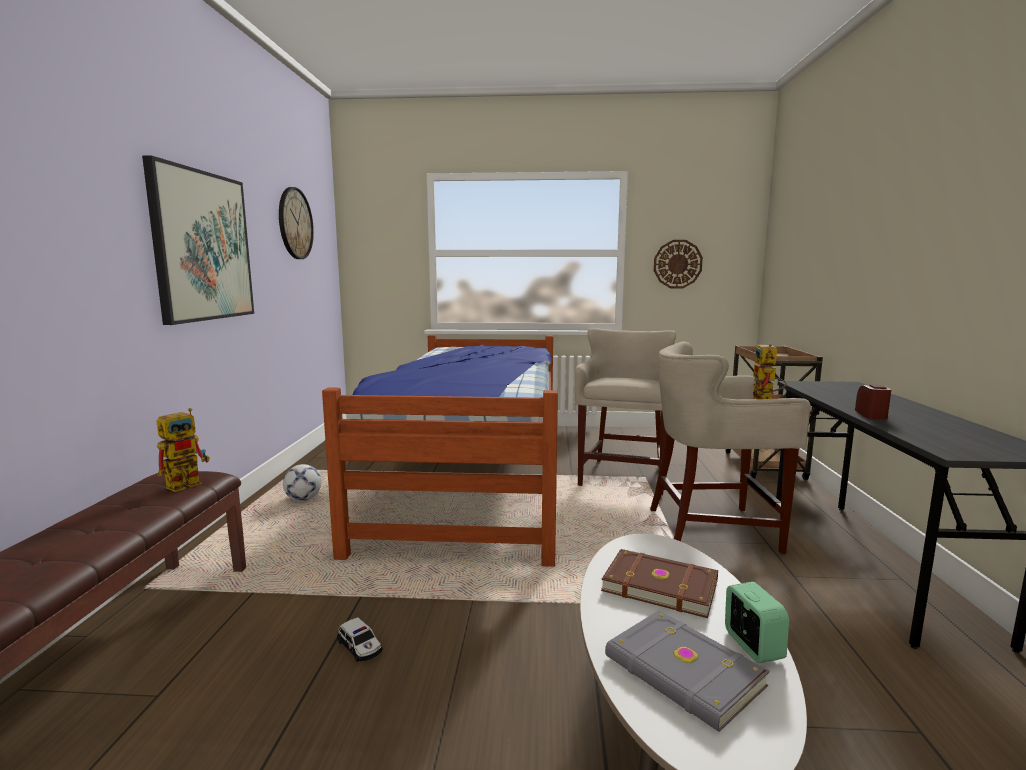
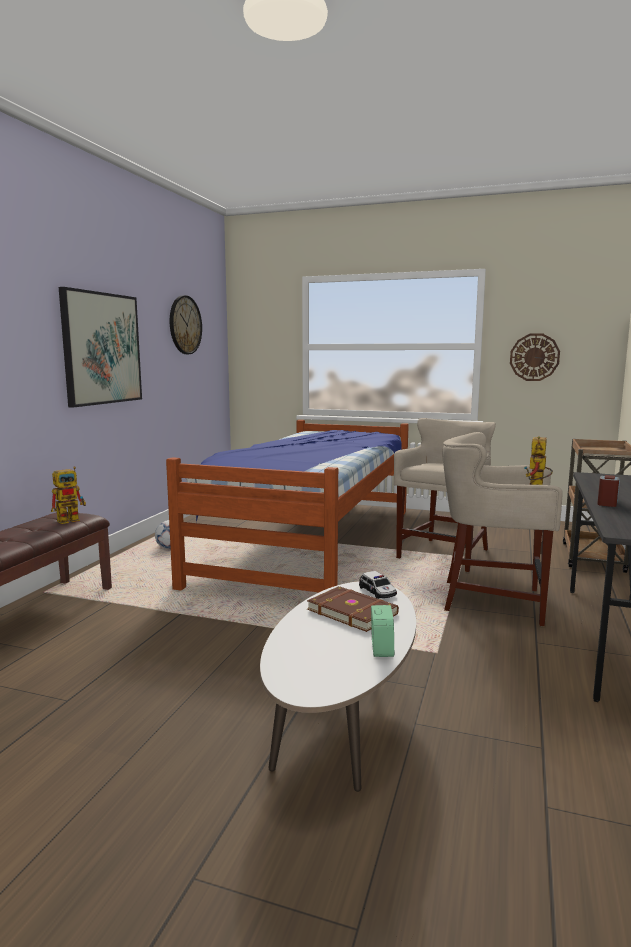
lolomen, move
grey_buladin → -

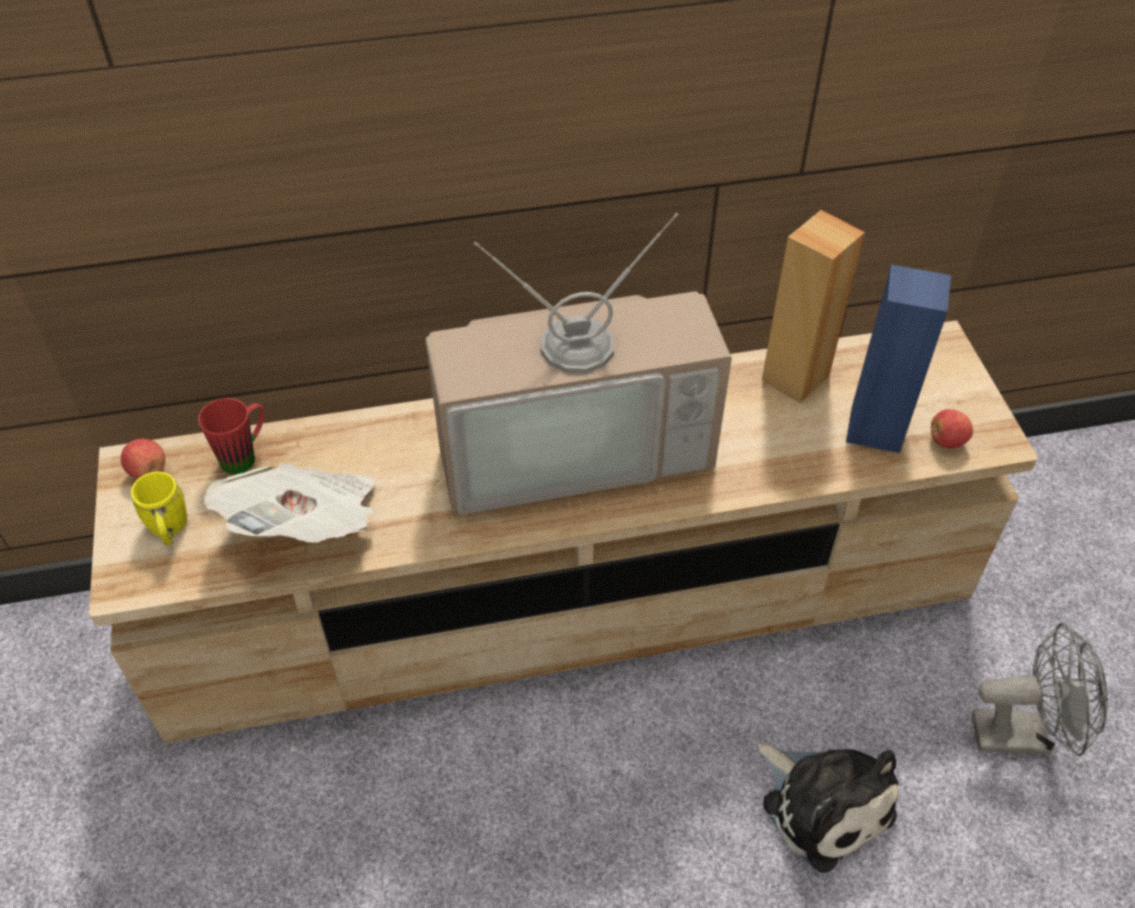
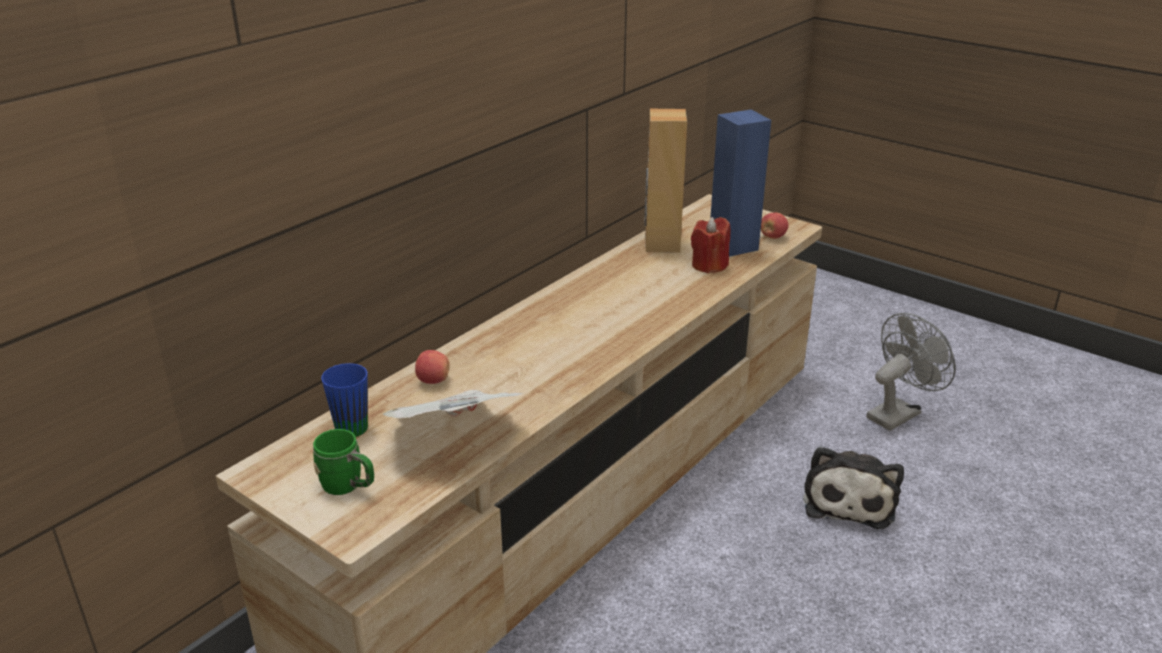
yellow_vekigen → green_vekigen
red_vekigen → blue_vekigen
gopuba (1st from left), move
- → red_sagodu
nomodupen, 90 degrees clockwise
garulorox → -

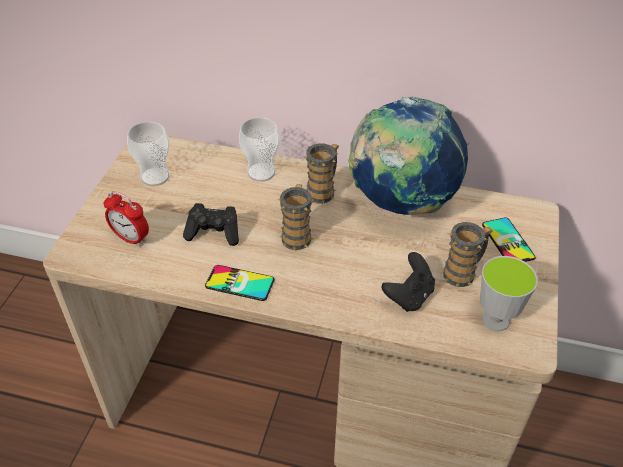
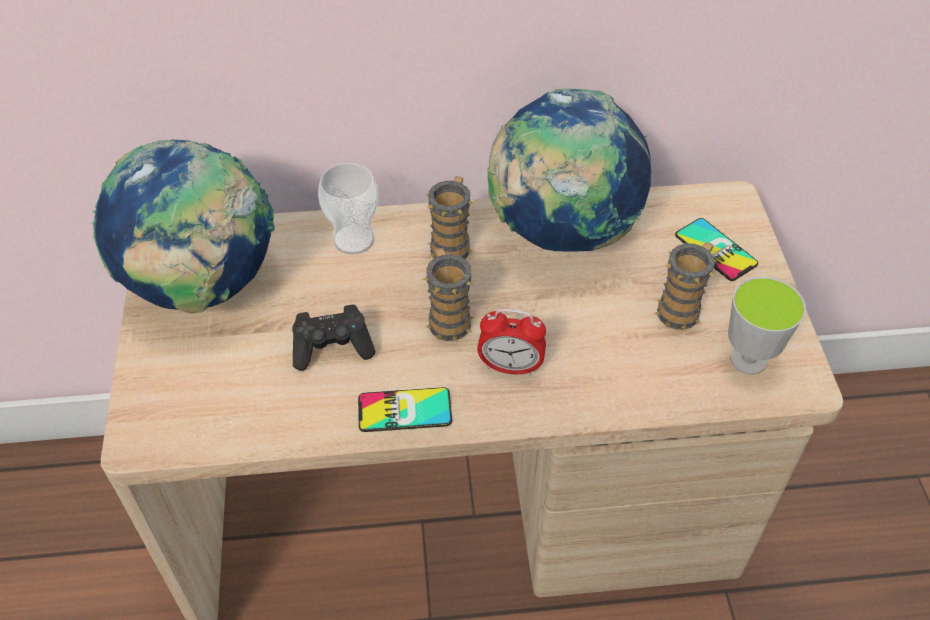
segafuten (1st from left) → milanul (1st from left)
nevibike, move
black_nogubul (2nd from left) → -

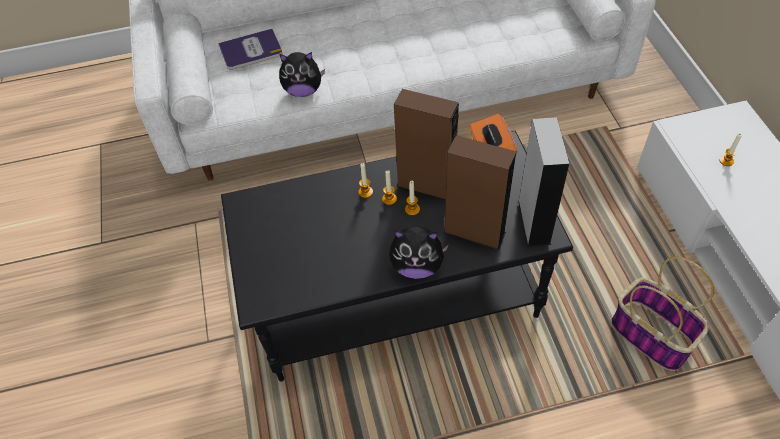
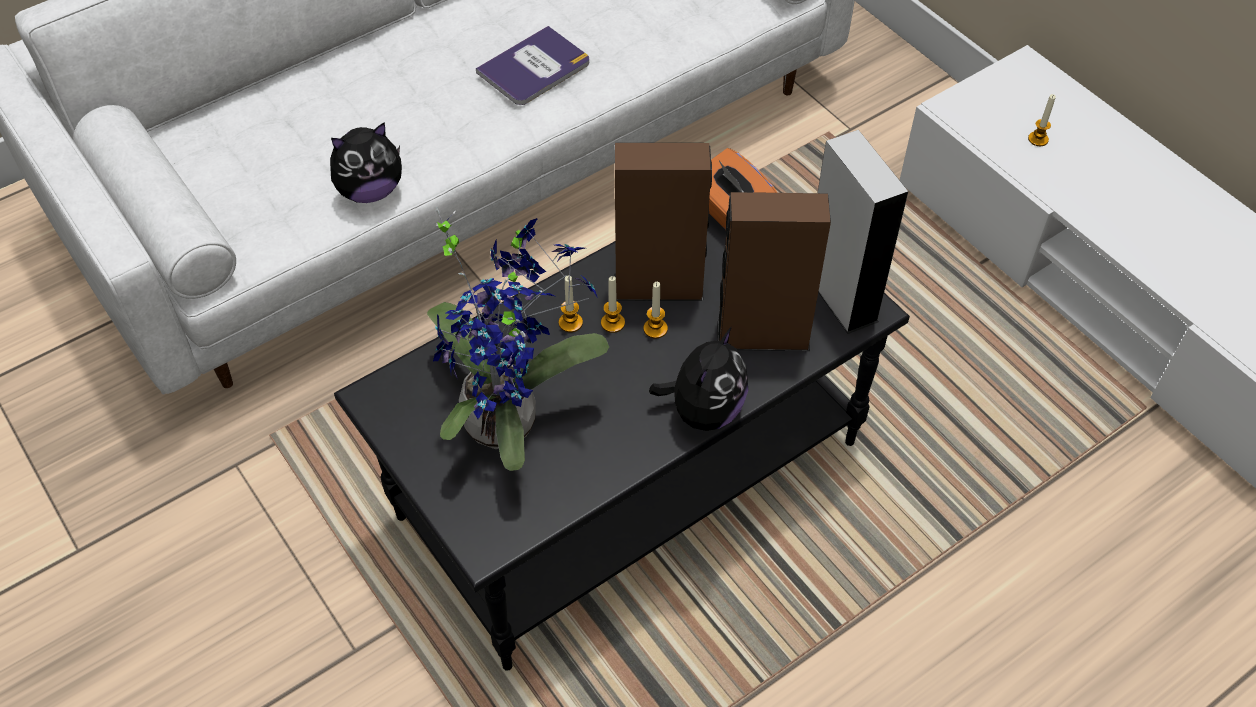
- → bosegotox
buladin, move
nomodupen (2nd from left), 45 degrees counterclockwise
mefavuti → -

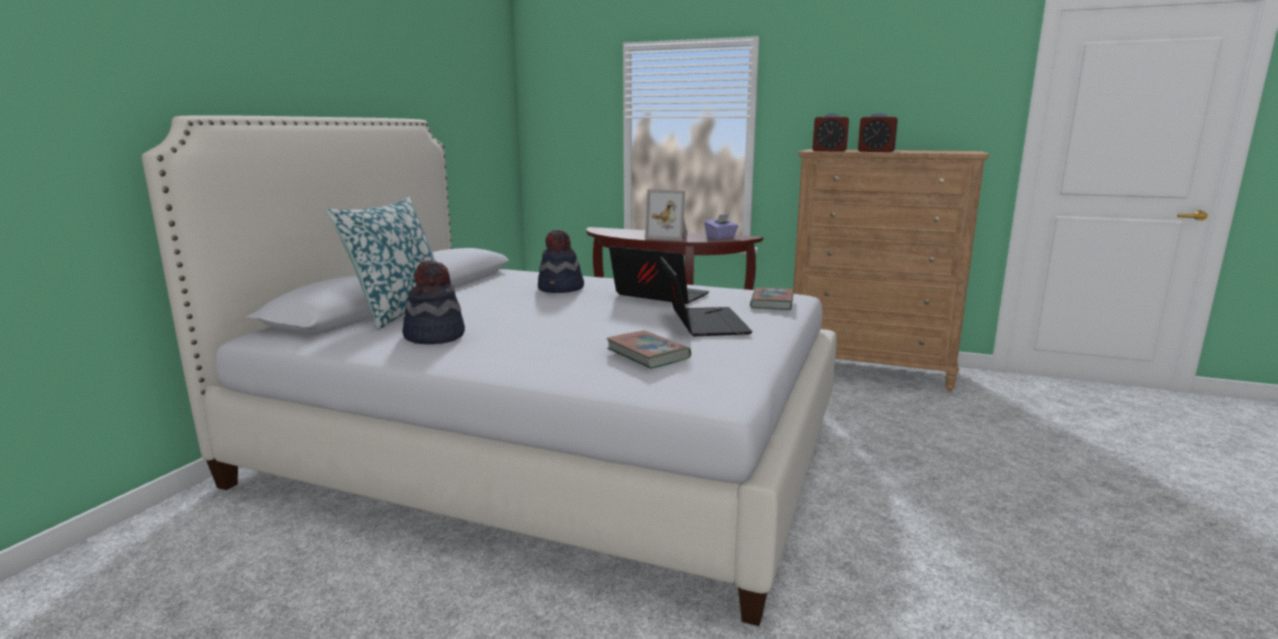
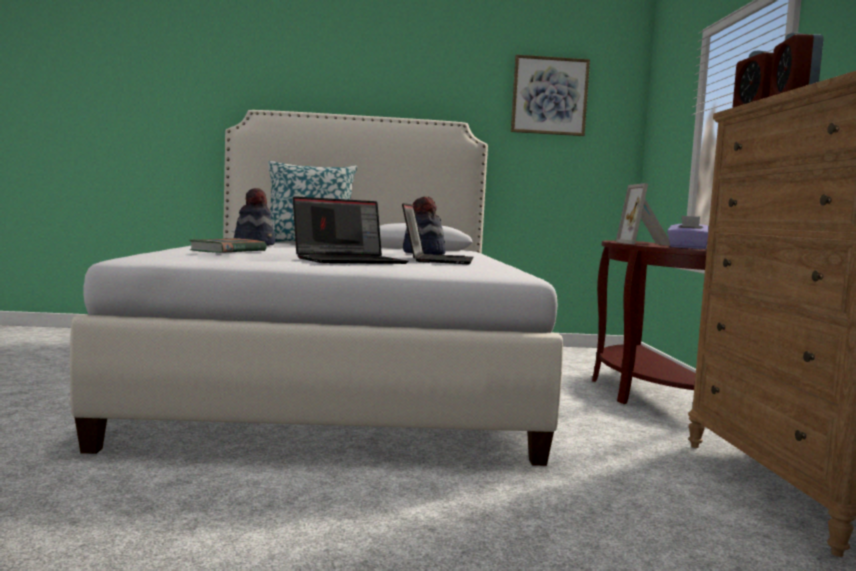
- → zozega
buladin (2nd from left) → -

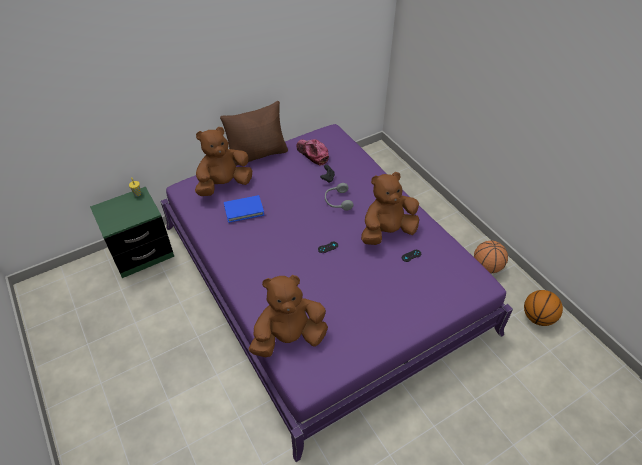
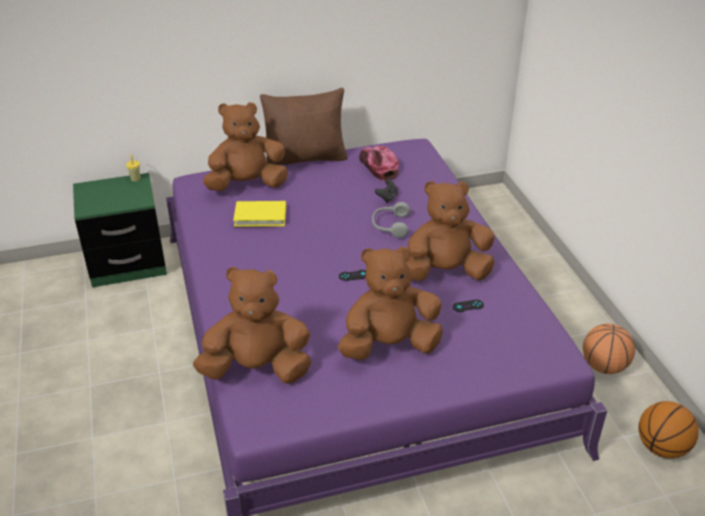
blue_buladin → yellow_buladin
- → brown_nomodupen (3rd from left)

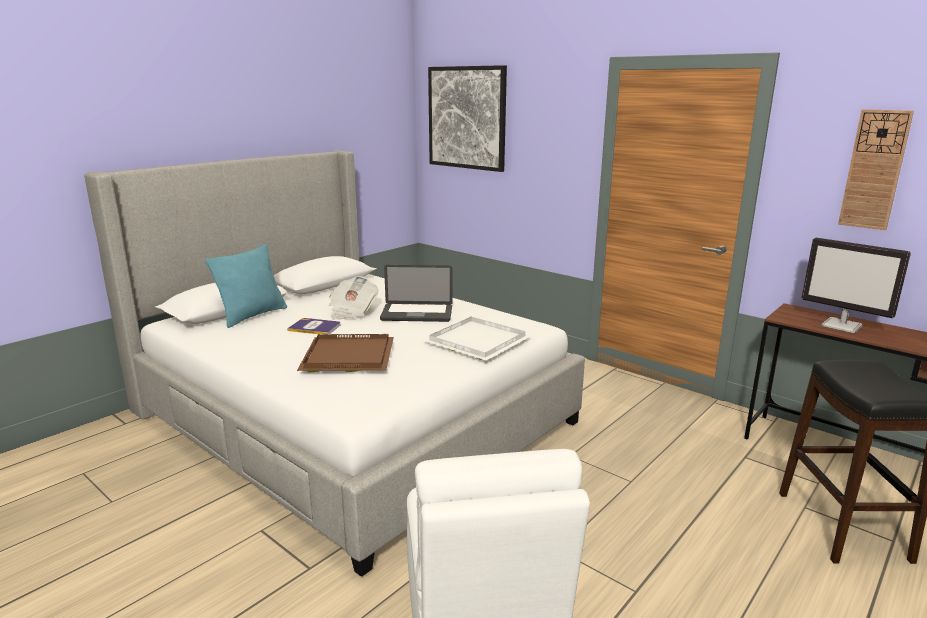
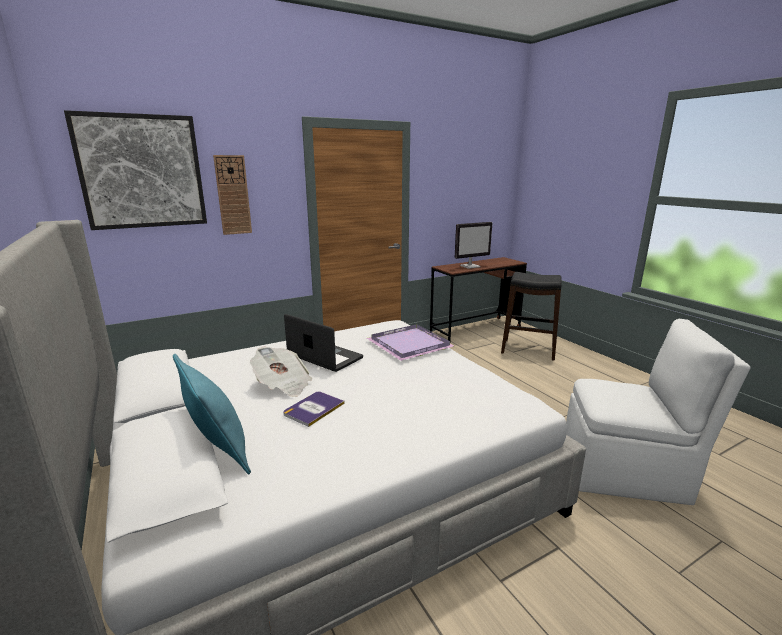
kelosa, move
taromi, 75 degrees counterclockwise
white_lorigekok → purple_lorigekok
brown_lorigekok → -

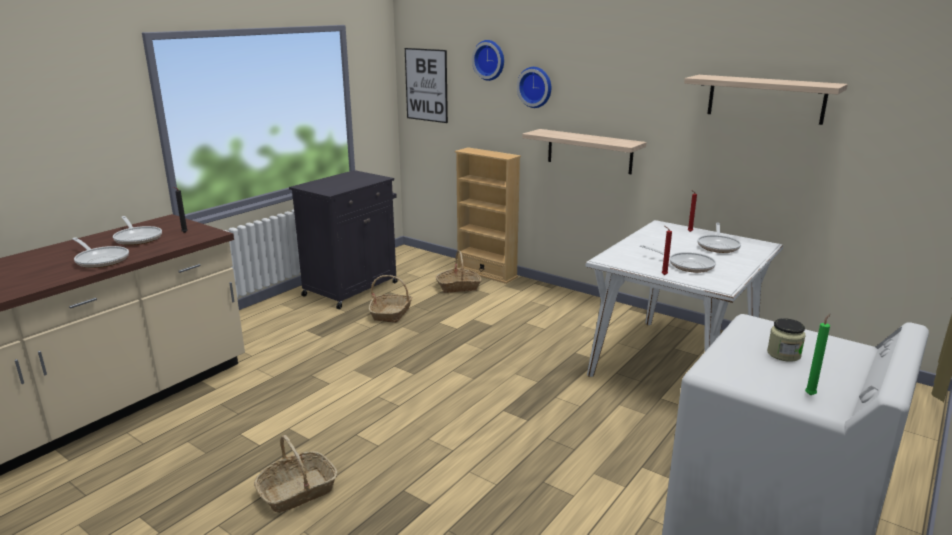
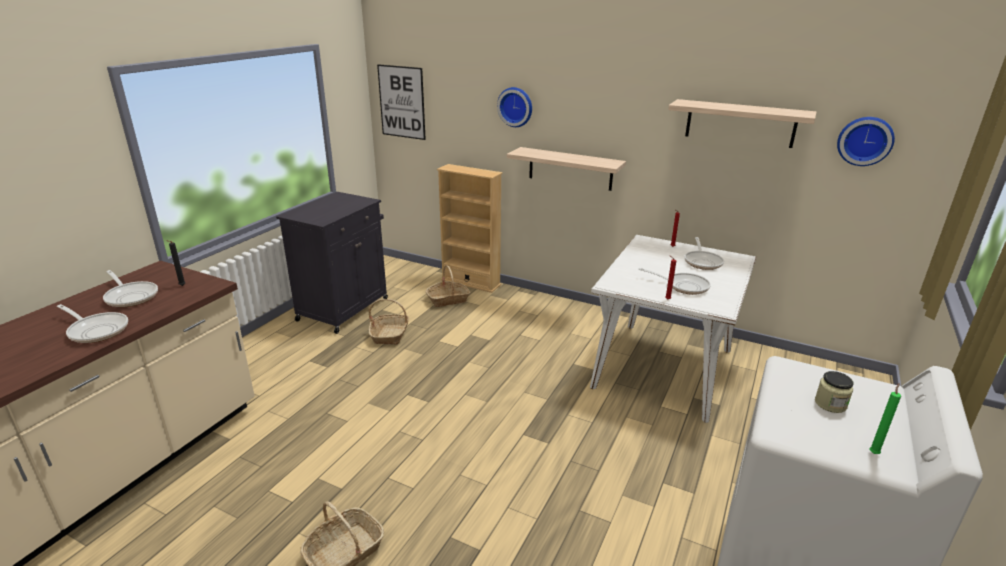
kelosa (1st from left in the first image) → kelosa (2nd from left), move

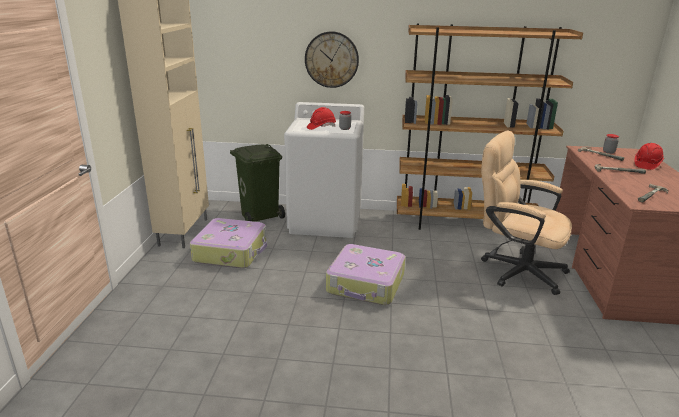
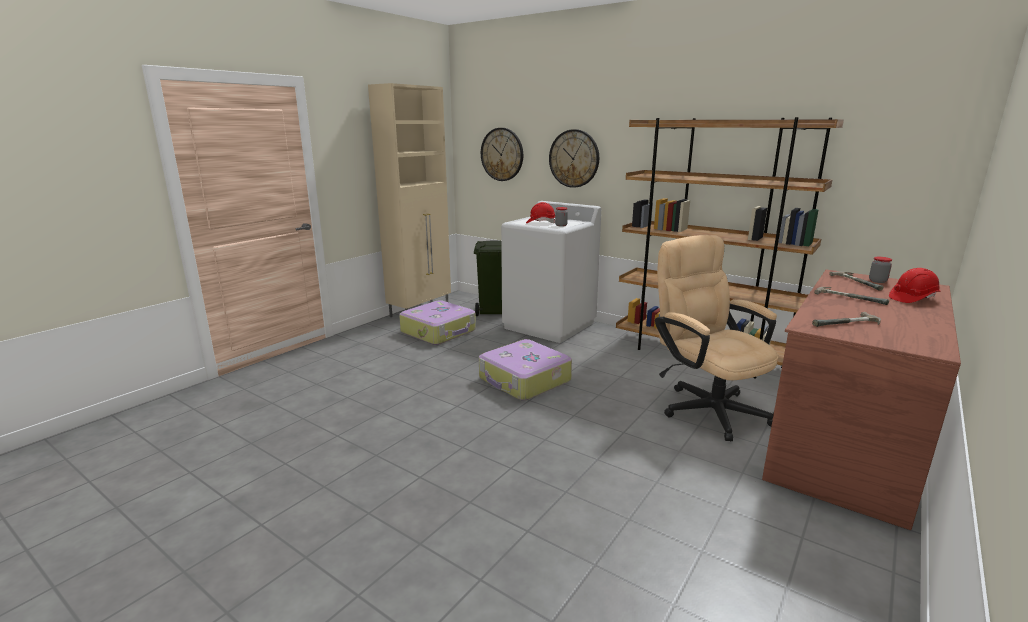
- → kelosa (1st from left)

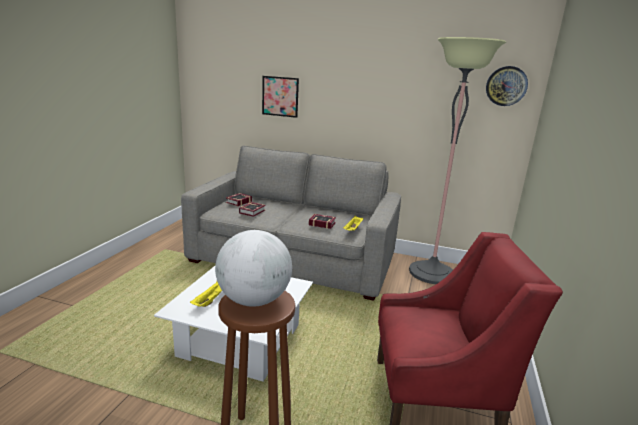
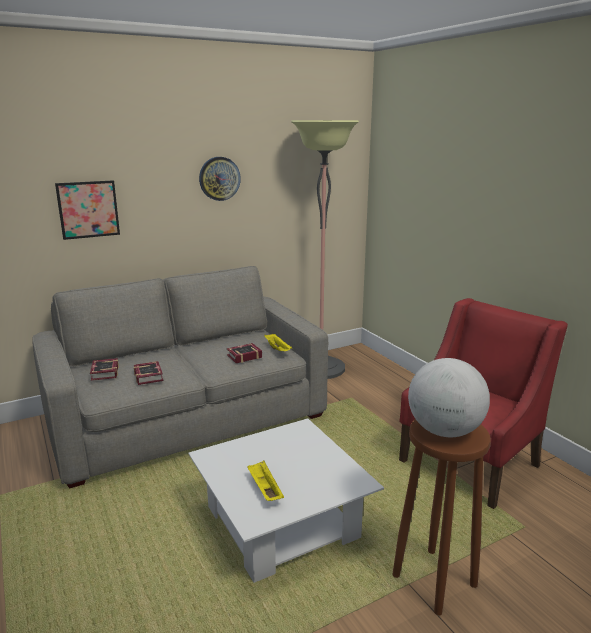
kelosa, move

